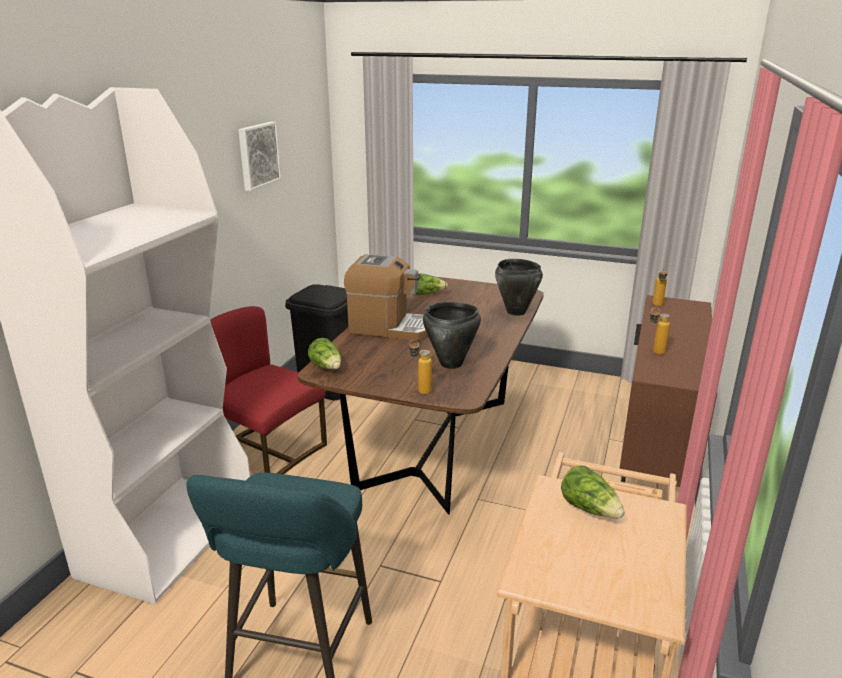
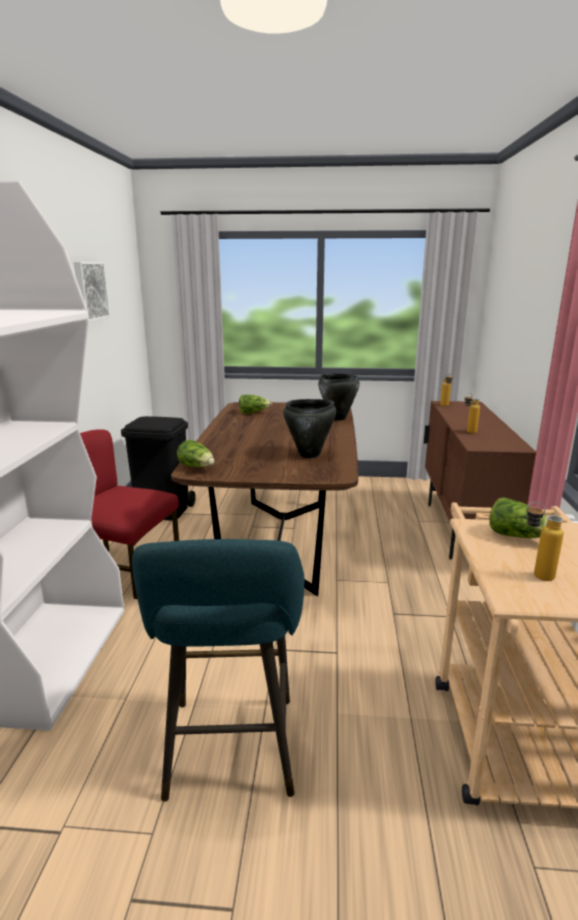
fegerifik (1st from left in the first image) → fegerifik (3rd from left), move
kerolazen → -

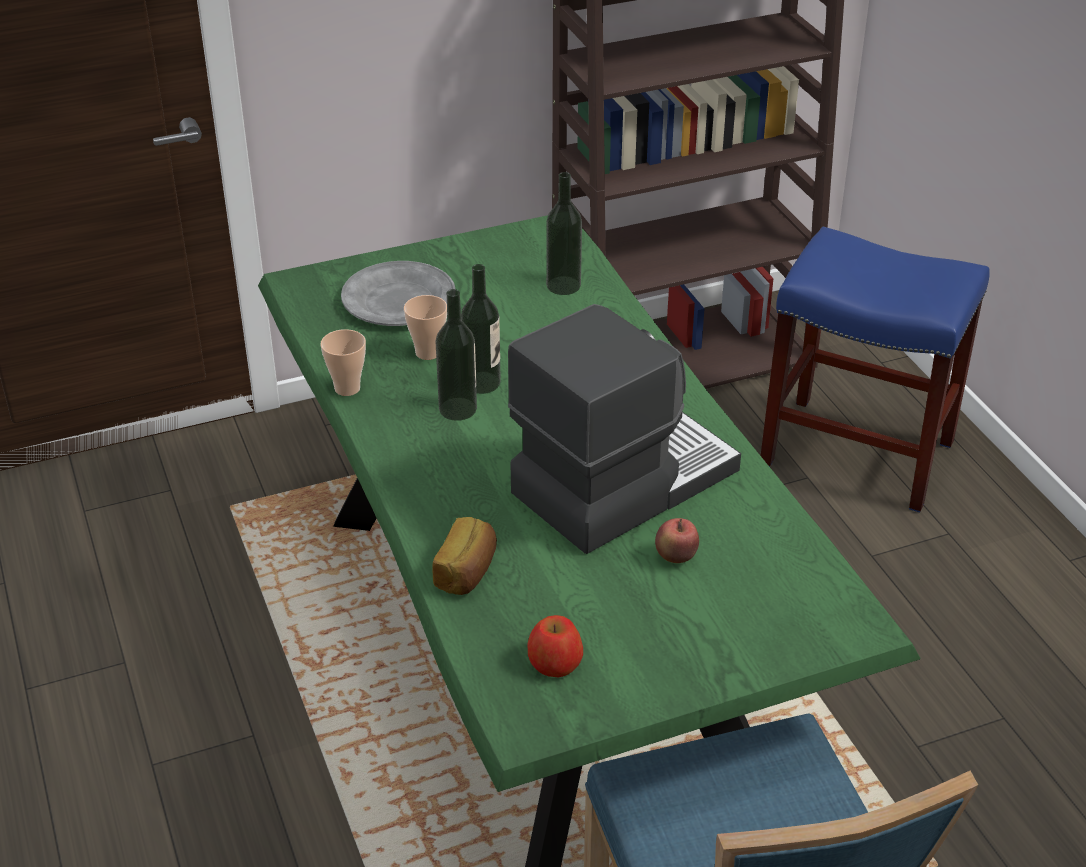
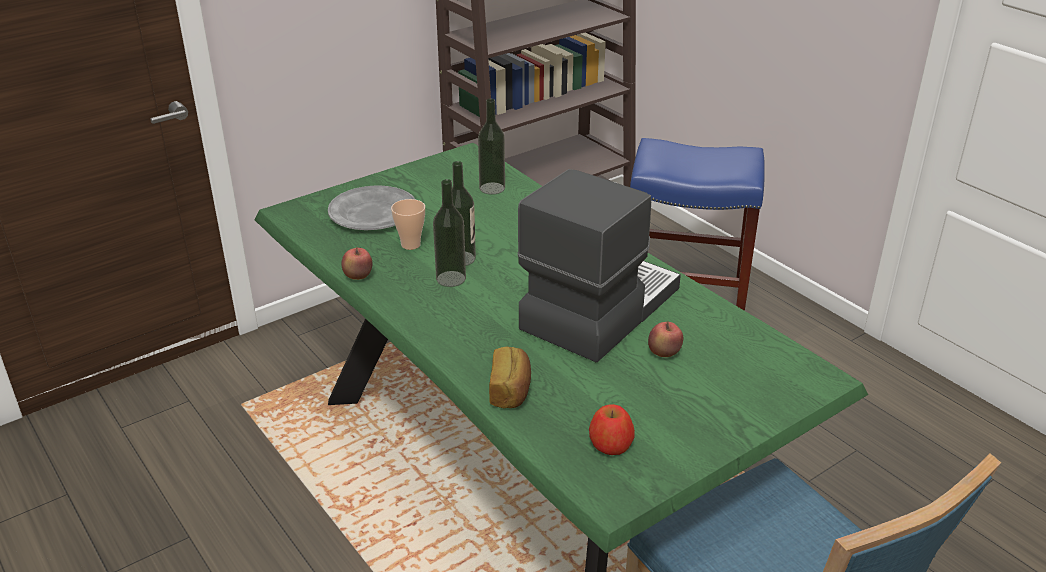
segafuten (1st from left) → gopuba (1st from left)

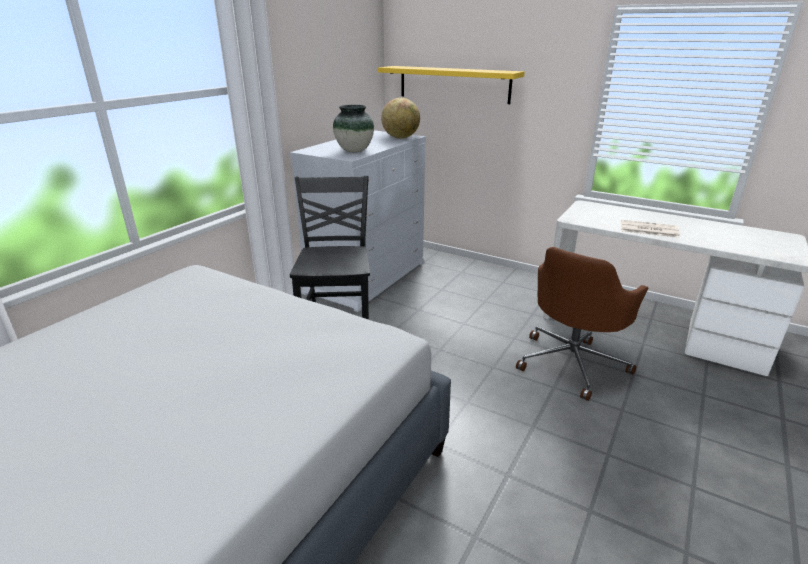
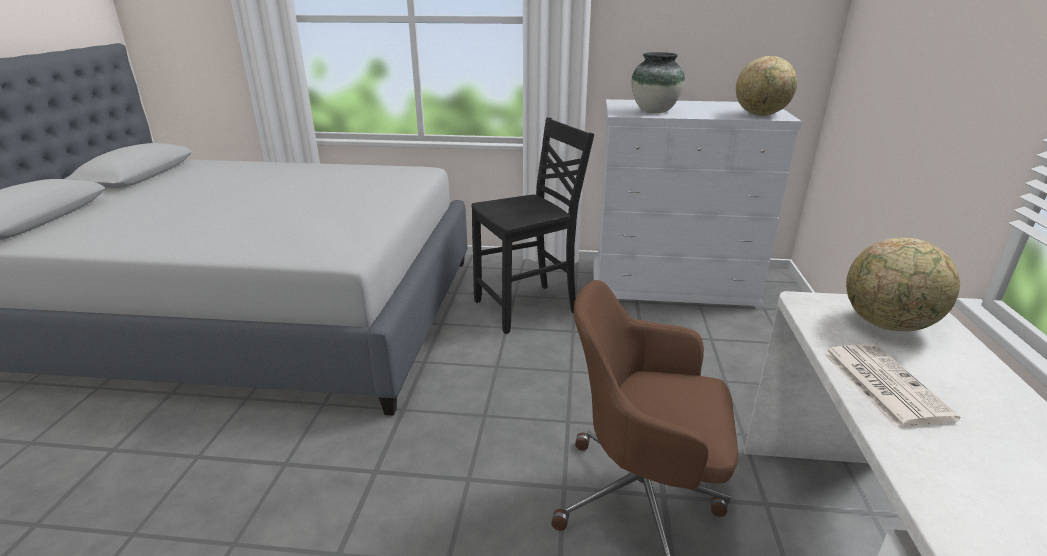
- → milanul (2nd from left)
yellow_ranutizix → -

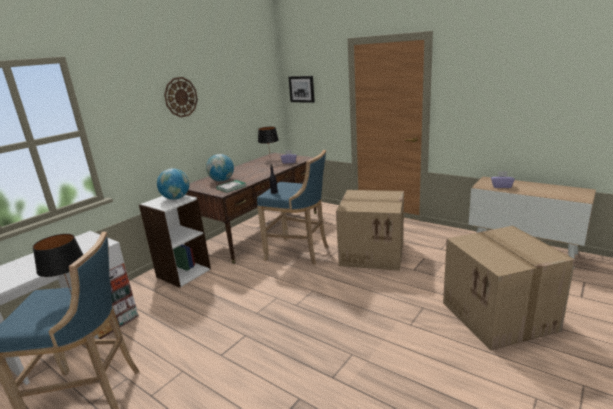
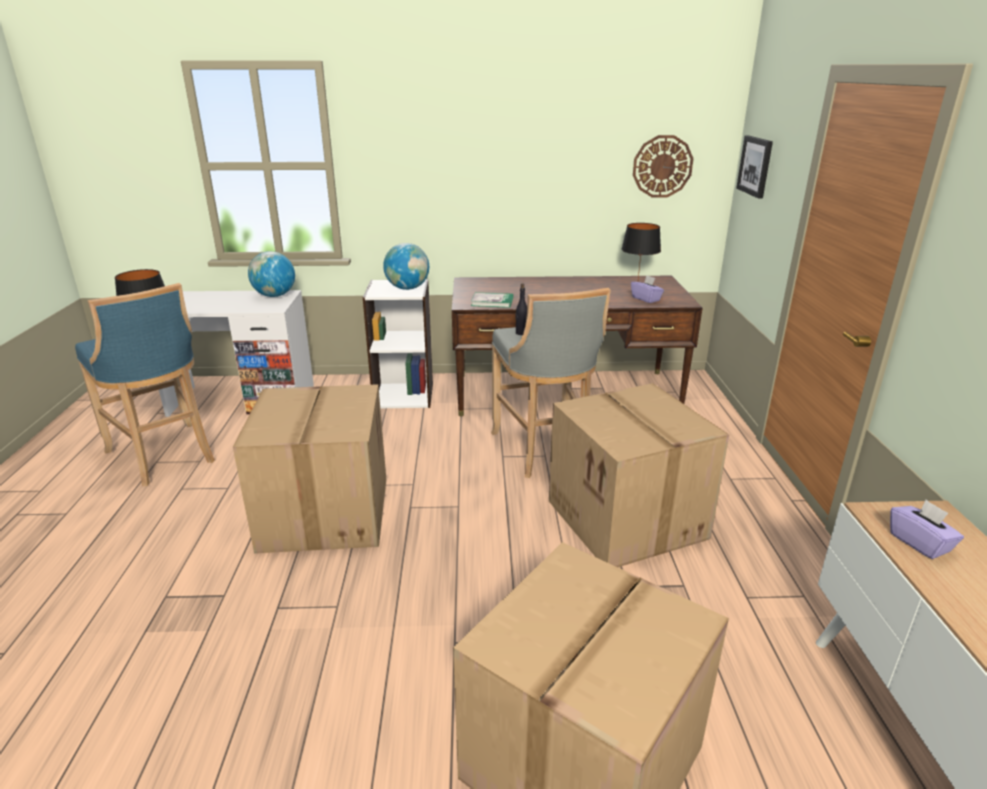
- → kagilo (1st from left)
milanul (2nd from left in the first image) → milanul (1st from left), move
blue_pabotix (2nd from left) → grey_pabotix
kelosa, move

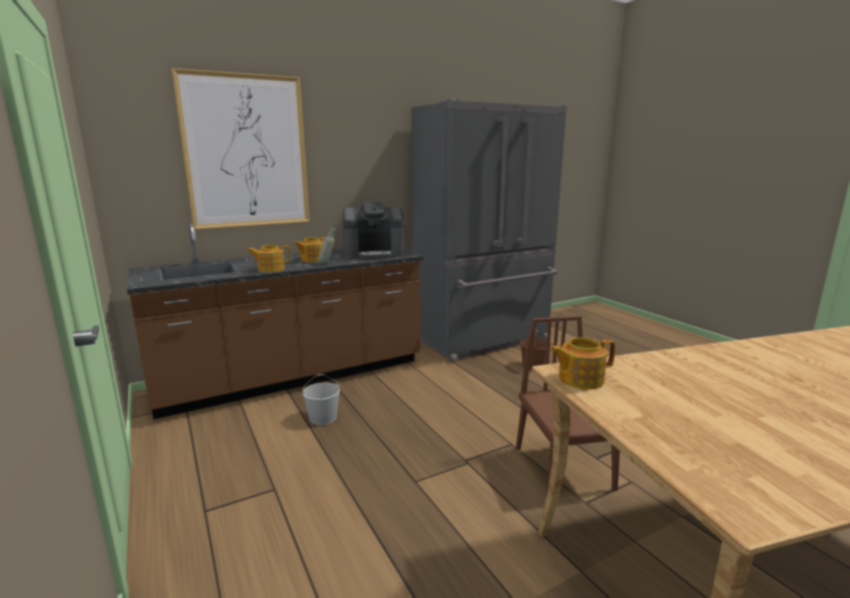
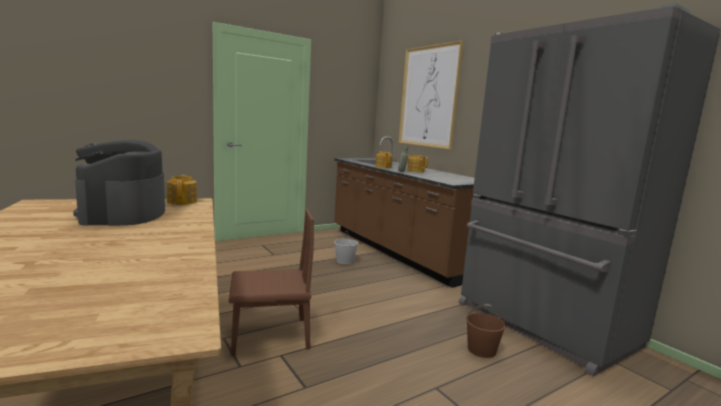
kerolazen, move

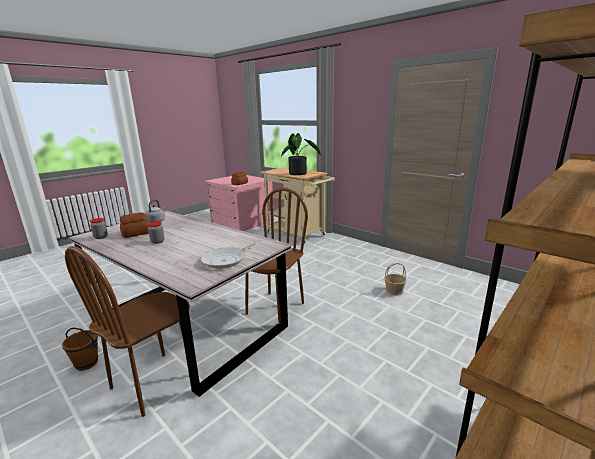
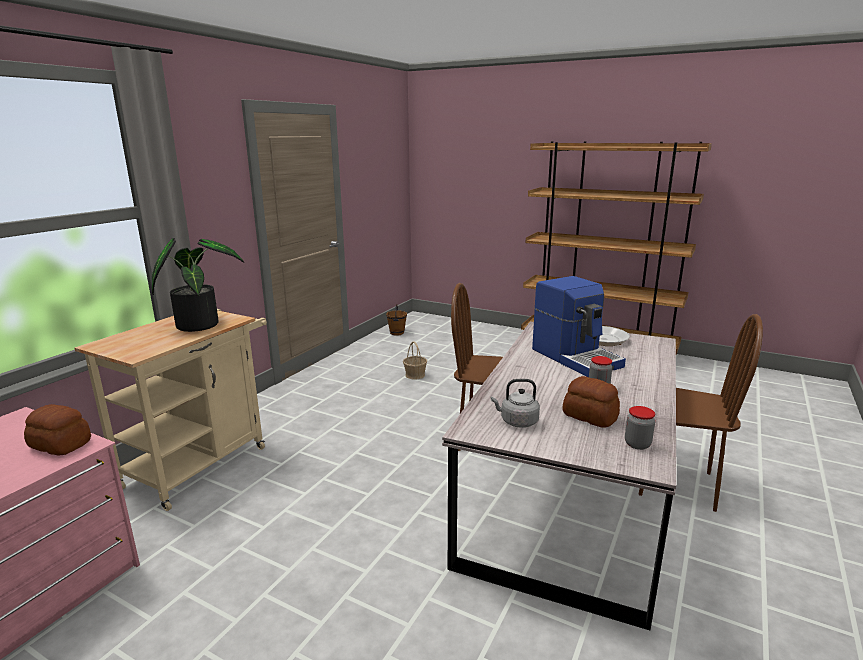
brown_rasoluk, move
- → kerolazen

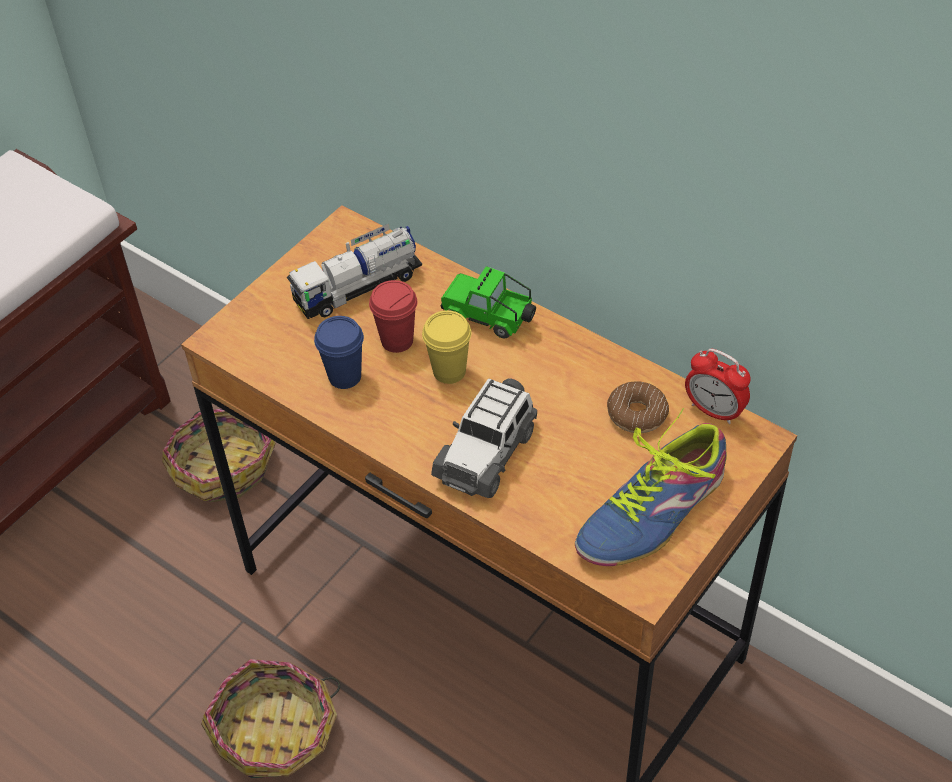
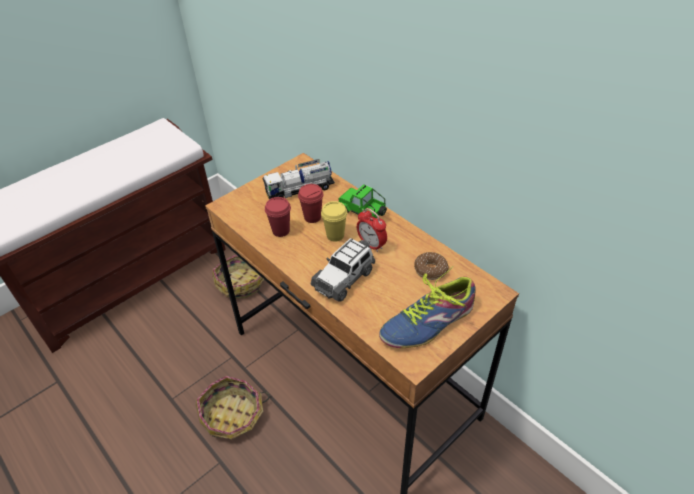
blue_segafuten → red_segafuten (1st from left)
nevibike, move

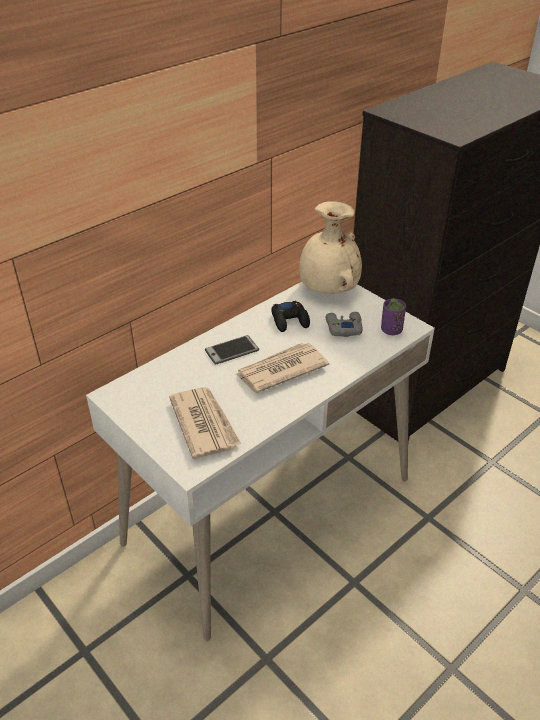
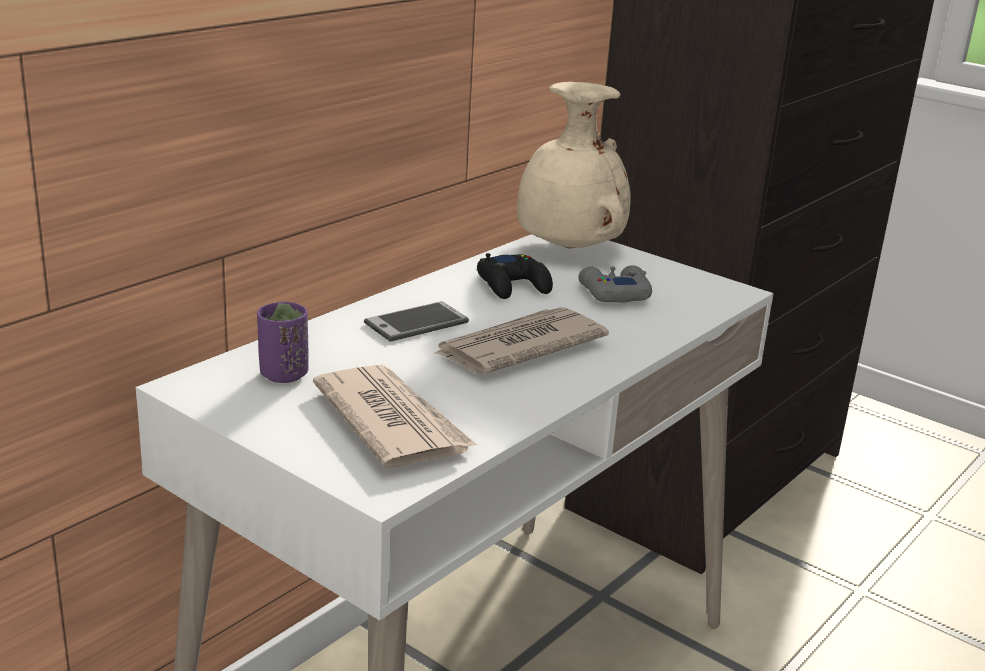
purple_segafuten, move

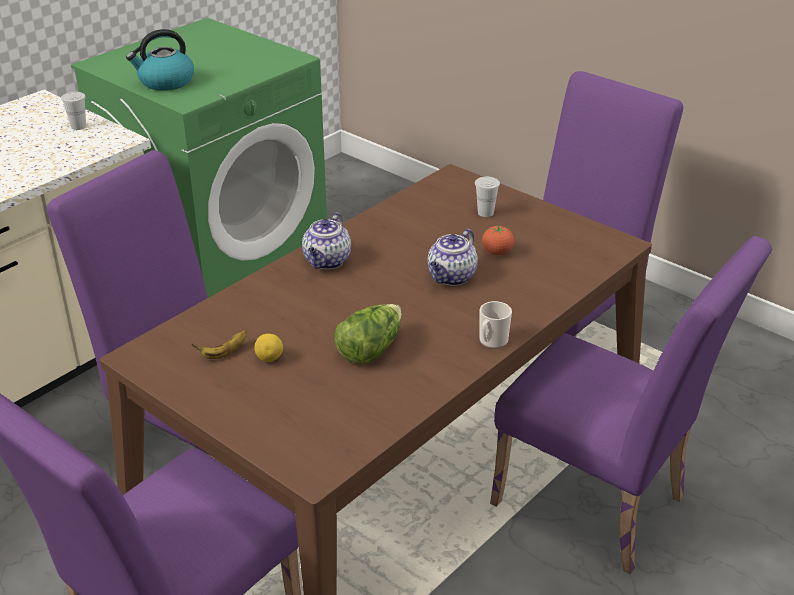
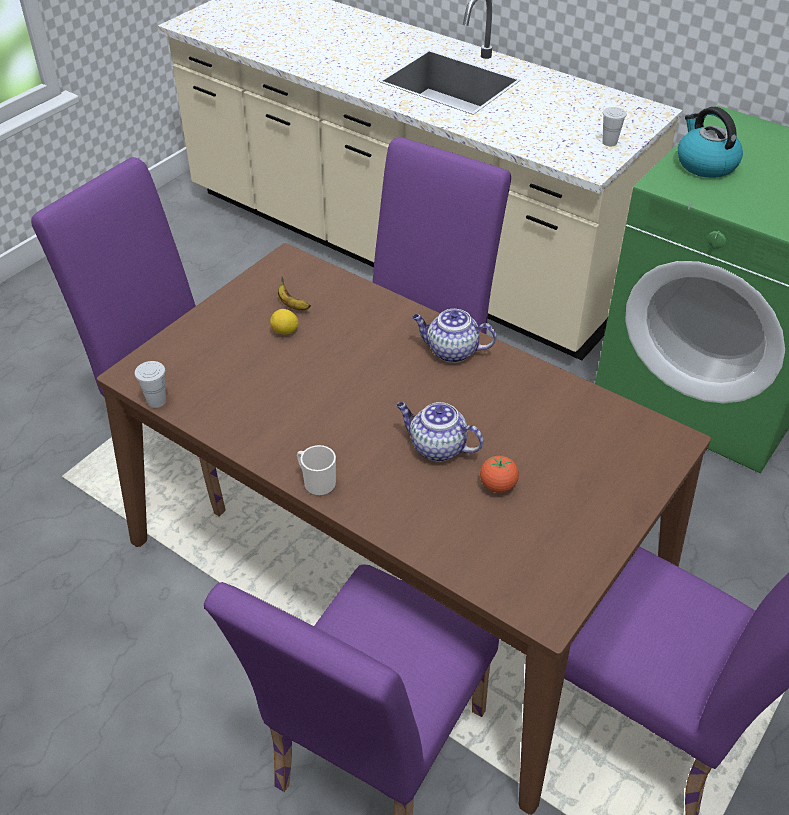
white_segafuten (2nd from left in the first image) → white_segafuten (1st from left), move
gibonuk → -

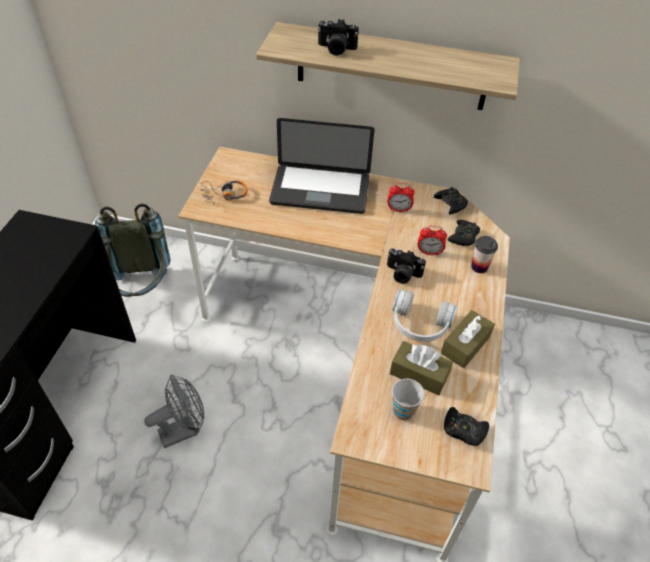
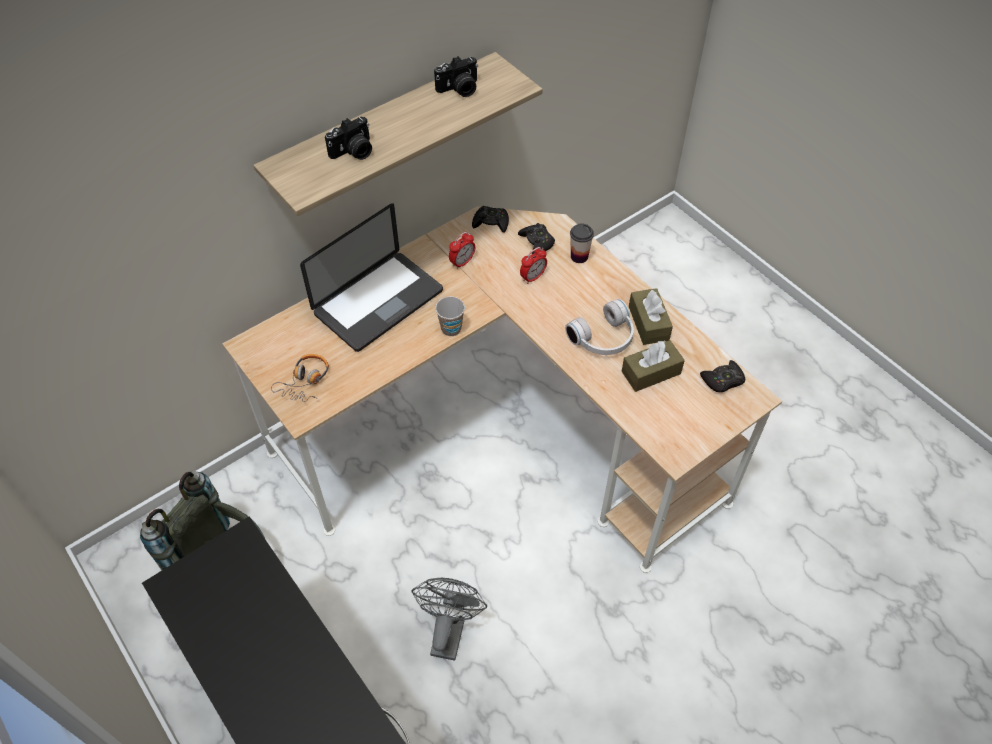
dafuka (2nd from left), move
segafuten (1st from left), move

